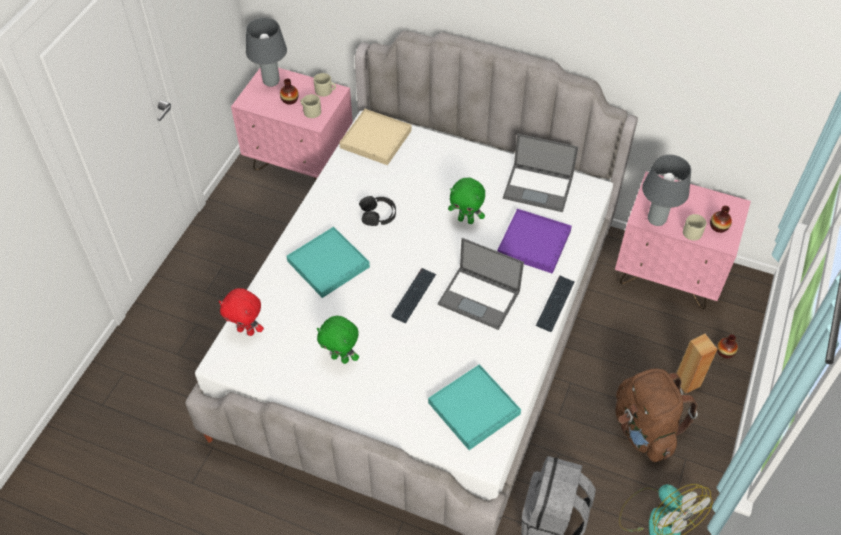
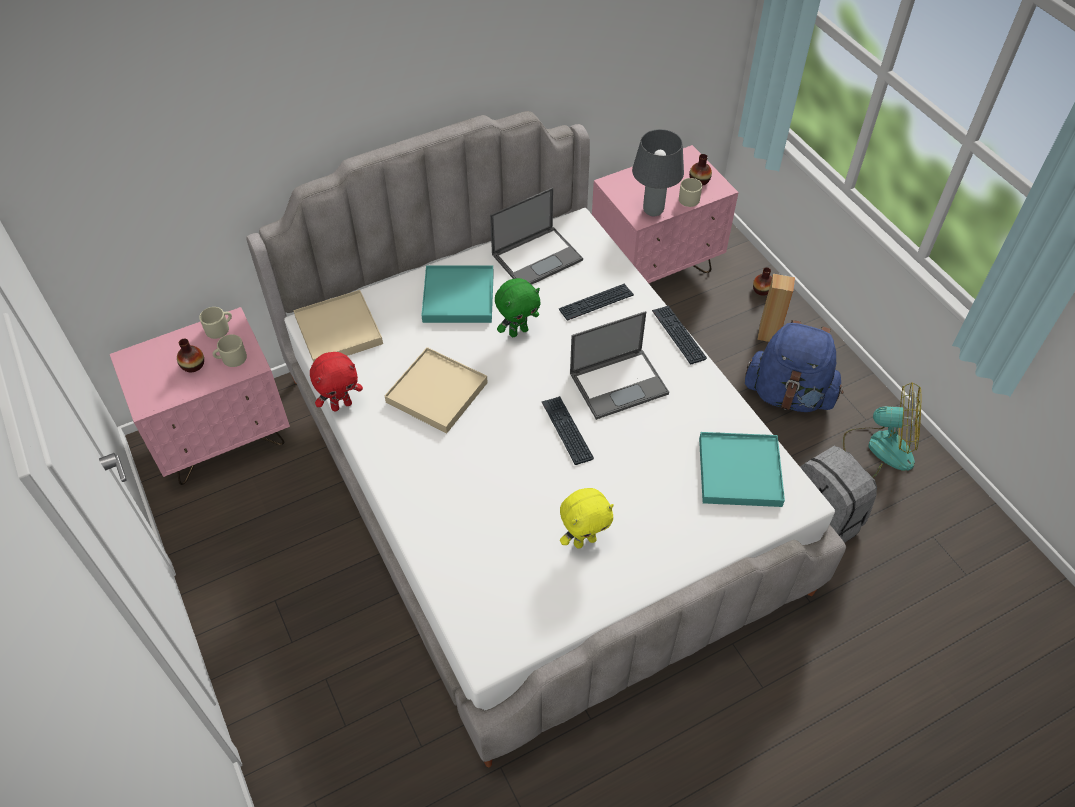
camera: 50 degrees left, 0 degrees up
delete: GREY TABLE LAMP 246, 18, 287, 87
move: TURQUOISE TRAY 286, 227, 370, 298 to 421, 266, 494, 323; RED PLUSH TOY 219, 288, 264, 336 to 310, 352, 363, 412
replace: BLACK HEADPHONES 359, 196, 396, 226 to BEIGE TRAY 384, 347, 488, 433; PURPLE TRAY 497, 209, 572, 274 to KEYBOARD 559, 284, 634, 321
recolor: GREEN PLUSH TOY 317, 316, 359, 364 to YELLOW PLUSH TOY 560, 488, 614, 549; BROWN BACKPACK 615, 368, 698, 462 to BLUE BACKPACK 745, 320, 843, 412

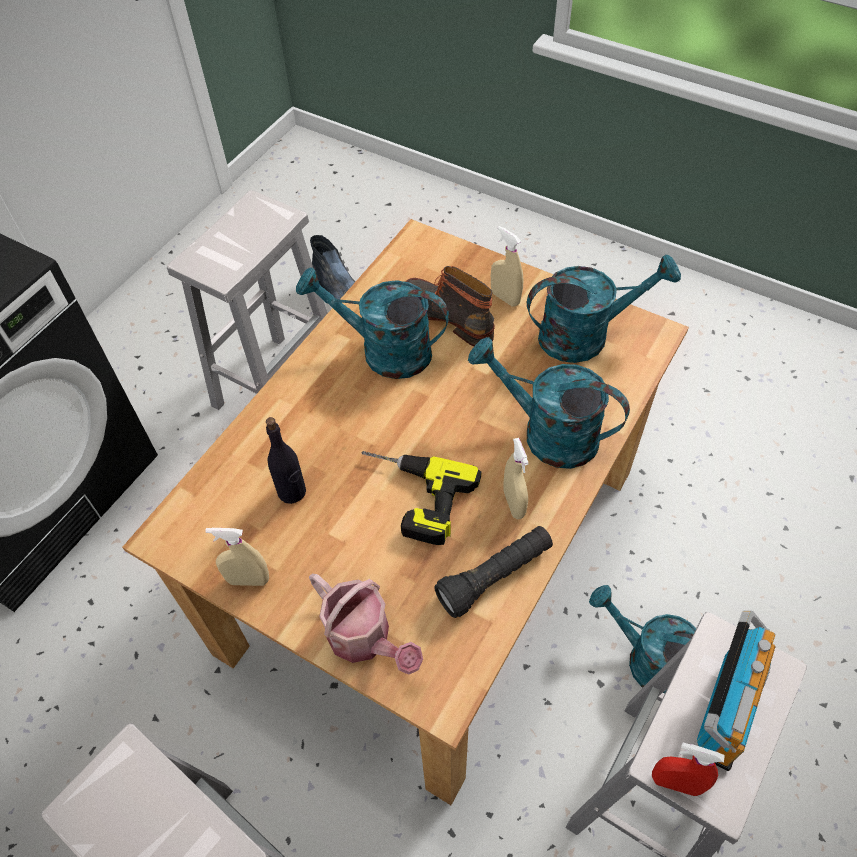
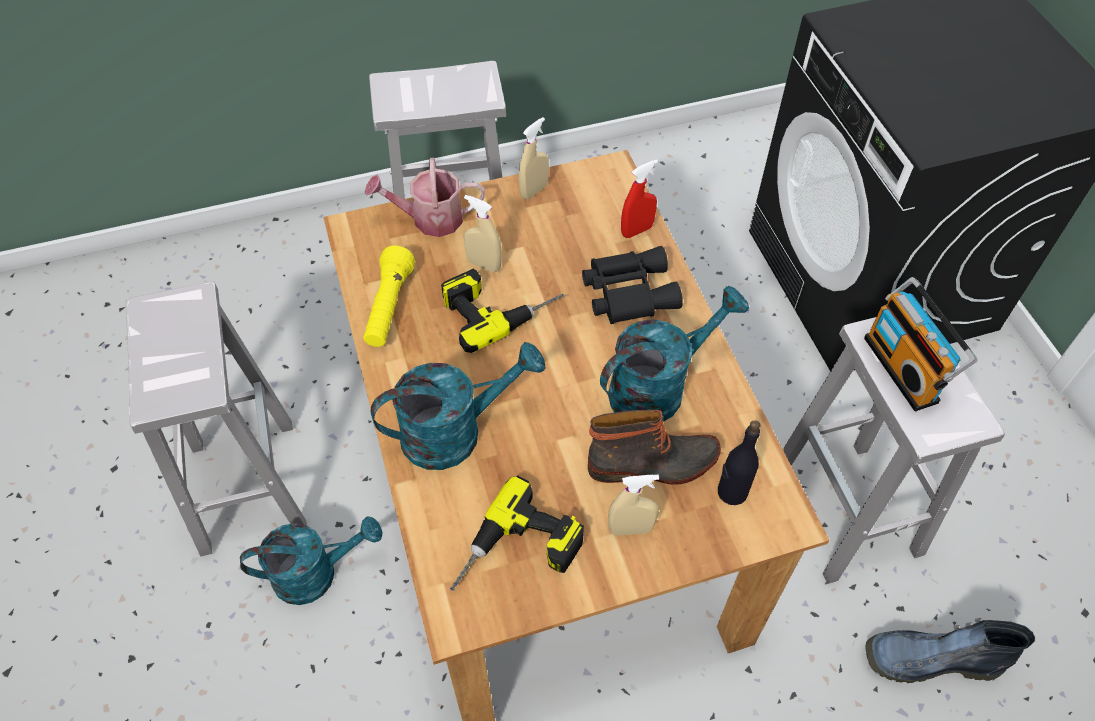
camera: 130 degrees right, 0 degrees up
insert: BLACK BINOCULARS 582, 246, 683, 324
move: BLACK BOTTLE 266, 417, 306, 504 to 718, 420, 760, 505; BEIGE SPRAY BOTTLE 503, 438, 529, 519 to 464, 195, 502, 272; RADIO 697, 610, 776, 771 to 864, 277, 977, 412; RED SPRAY BOTTLE 652, 743, 725, 796 to 621, 159, 658, 238
replace: TURQUOISE WATERING CAN 527, 255, 681, 363 to POWER DRILL 450, 475, 584, 591
recolor: BLACK FLASHLIGHT 434, 526, 553, 618 to YELLOW FLASHLIGHT 363, 246, 415, 347

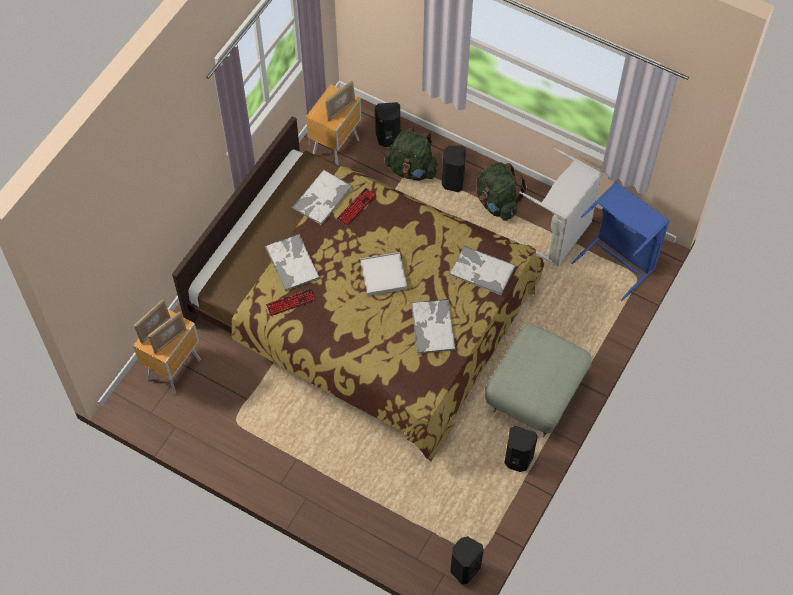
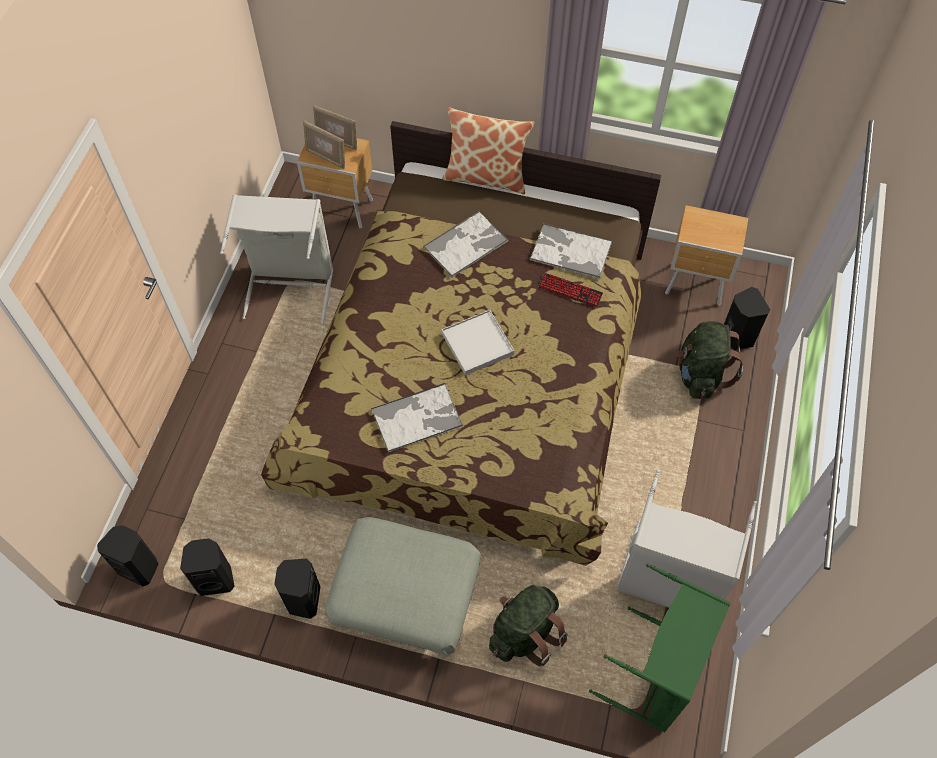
camera: 75 degrees right, 0 degrees up
delete: PICTURE FRAME 325, 81, 355, 121; TRAY 449, 246, 516, 296; KEYBOARD 266, 289, 316, 316
insert: PILLOW 442, 107, 535, 194; GREY LAUNDRY BASKET 220, 195, 333, 324
move: BLACK SPEAKER 442, 145, 466, 192 to 180, 538, 235, 596; GREEN BACKPACK 477, 162, 527, 221 to 489, 585, 568, 666
recolor: BLUE LAUNDRY BASKET 571, 182, 670, 301 to GREEN LAUNDRY BASKET 589, 563, 731, 733

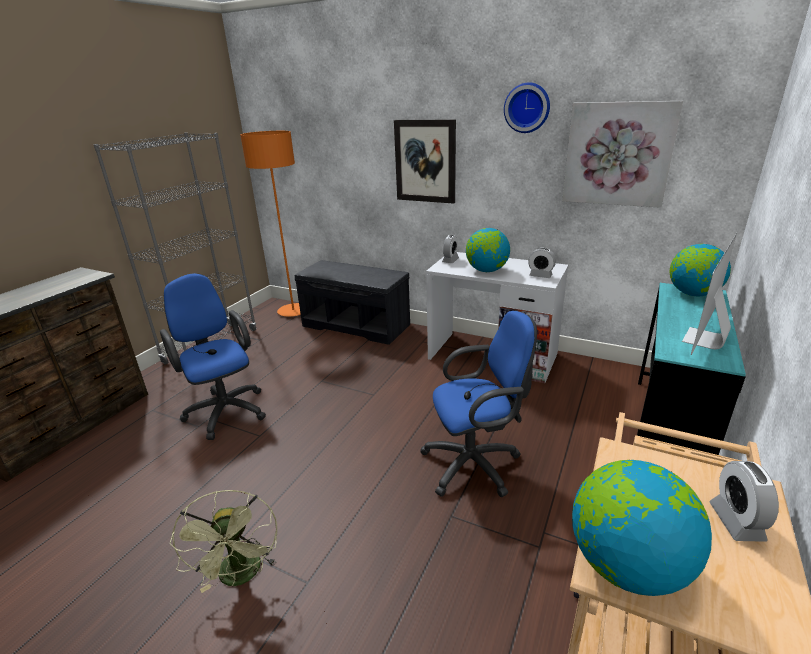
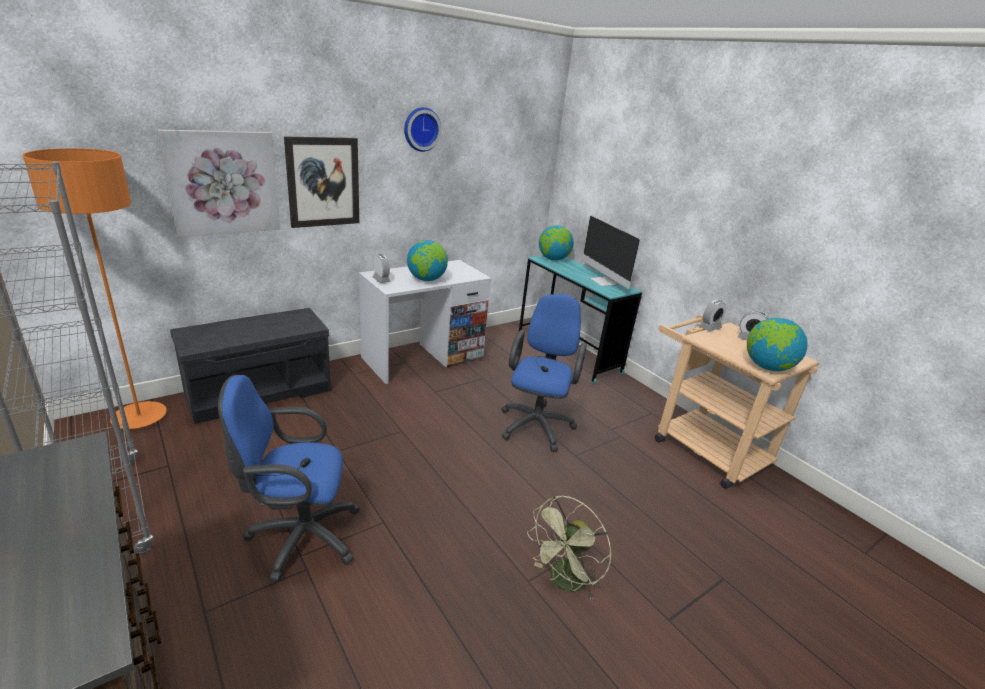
camera: 65 degrees left, 0 degrees up
move: PICTURE 562, 101, 683, 208 to 158, 130, 280, 237; ALARM CLOCK 528, 248, 556, 278 to 699, 300, 726, 331
rotate: GREEN FAN 170, 490, 277, 593 = 527, 496, 612, 600 120 degrees clockwise

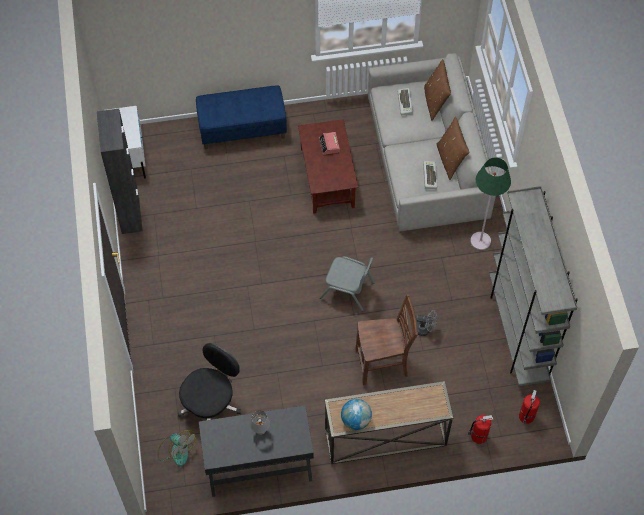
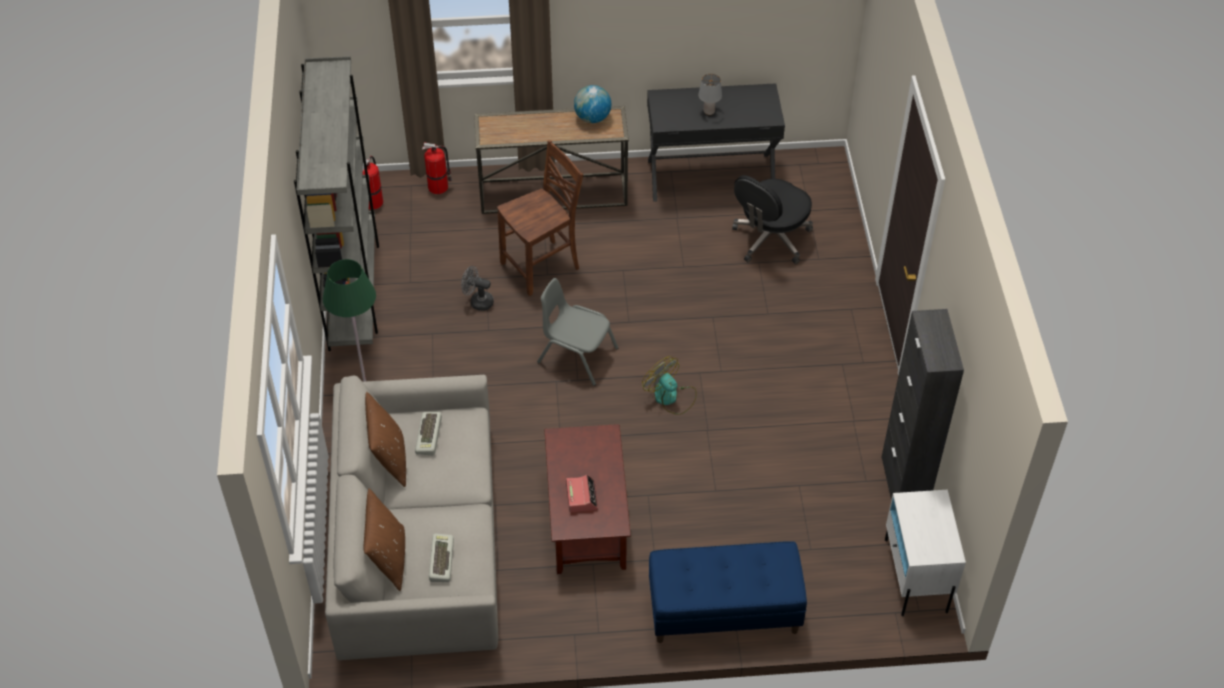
camera: 175 degrees left, 10 degrees down
move: FAN 158, 430, 196, 466 to 642, 356, 697, 415
rotate: BROWN CHAIR 356, 294, 418, 385 = 497, 140, 583, 296 150 degrees clockwise

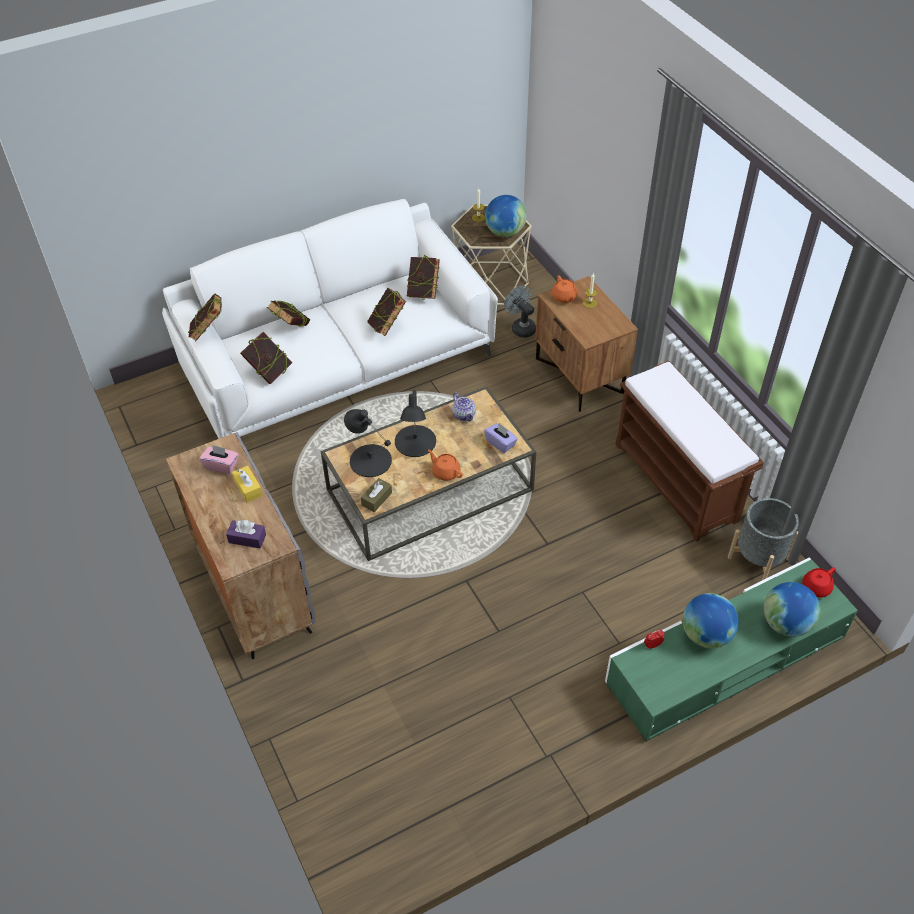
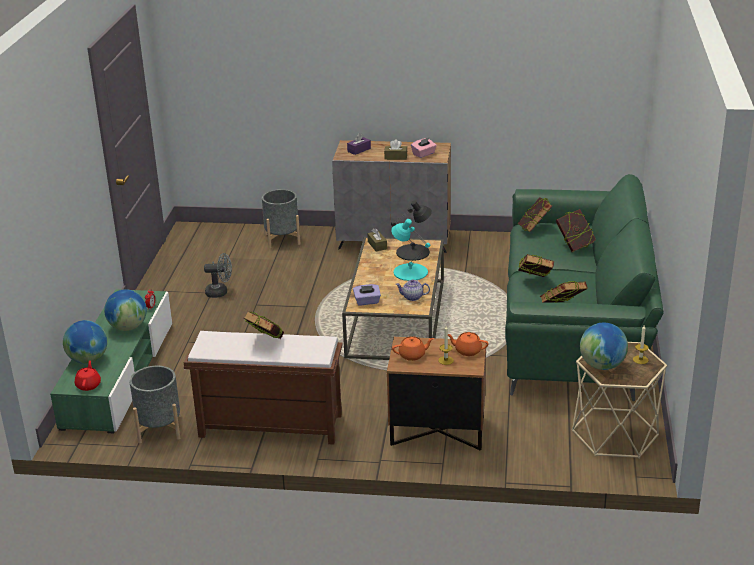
camera: 125 degrees right, 20 degrees down
insert: GREY PLANTER 262, 189, 300, 249
move: GREY FAN 504, 286, 536, 338 to 204, 253, 232, 298; BOOK 188, 293, 222, 342 to 244, 311, 284, 339; ORANGE TEAPOT 428, 449, 463, 481 to 392, 336, 434, 361
recolor: WHITE SOFA 162, 199, 498, 439 to GREEN SOFA 505, 174, 664, 401; BLACK TABLE LAMP 395, 390, 436, 457 to TURQUOISE TABLE LAMP 391, 219, 430, 281; YELLOW TISSUE BOX 232, 466, 263, 503 to BROWN TISSUE BOX 384, 139, 407, 160

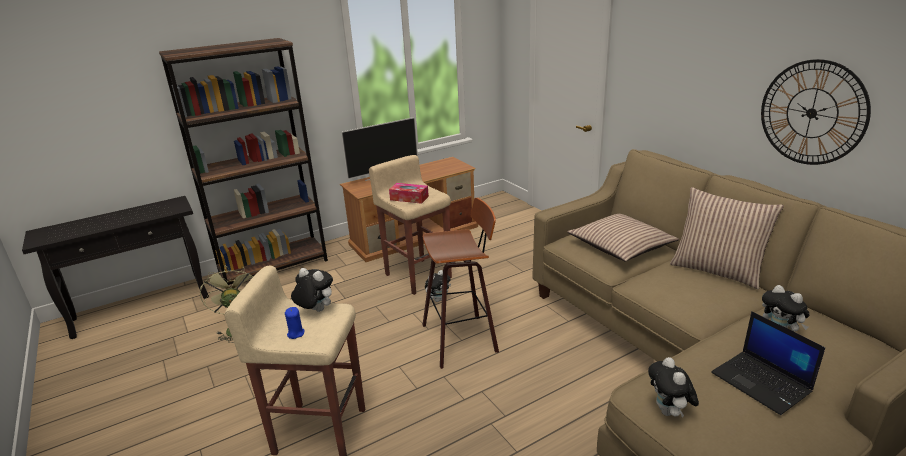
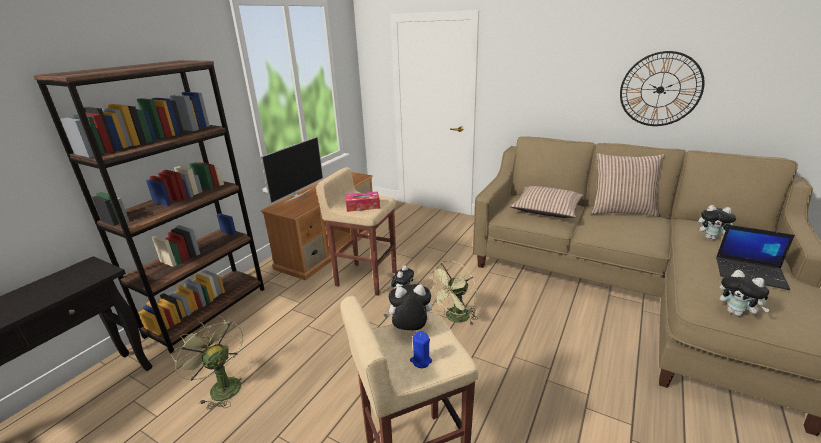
camera: 30 degrees left, 0 degrees up
replace: STOOL 423, 198, 499, 369 to GREEN FAN 427, 260, 478, 326

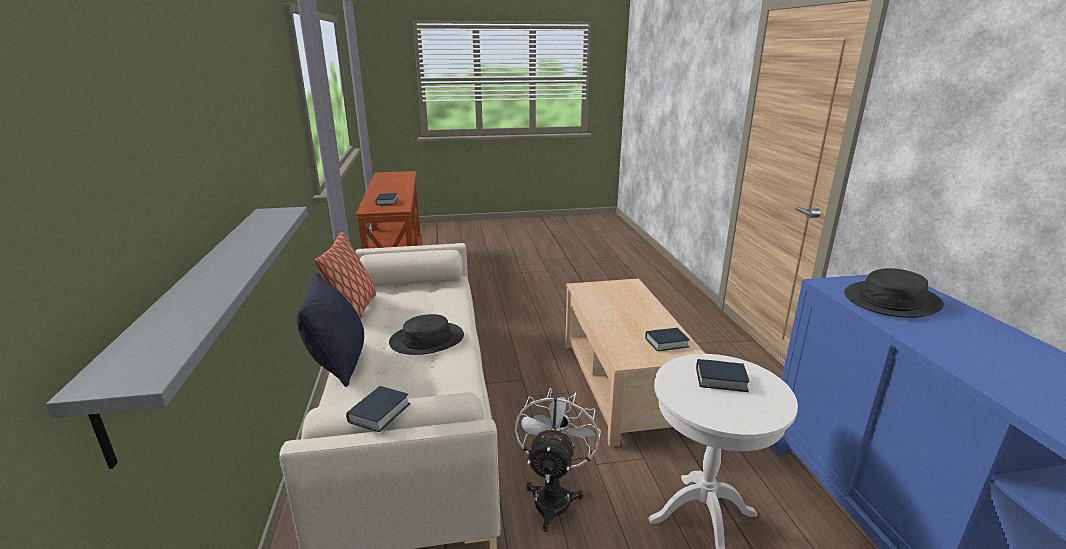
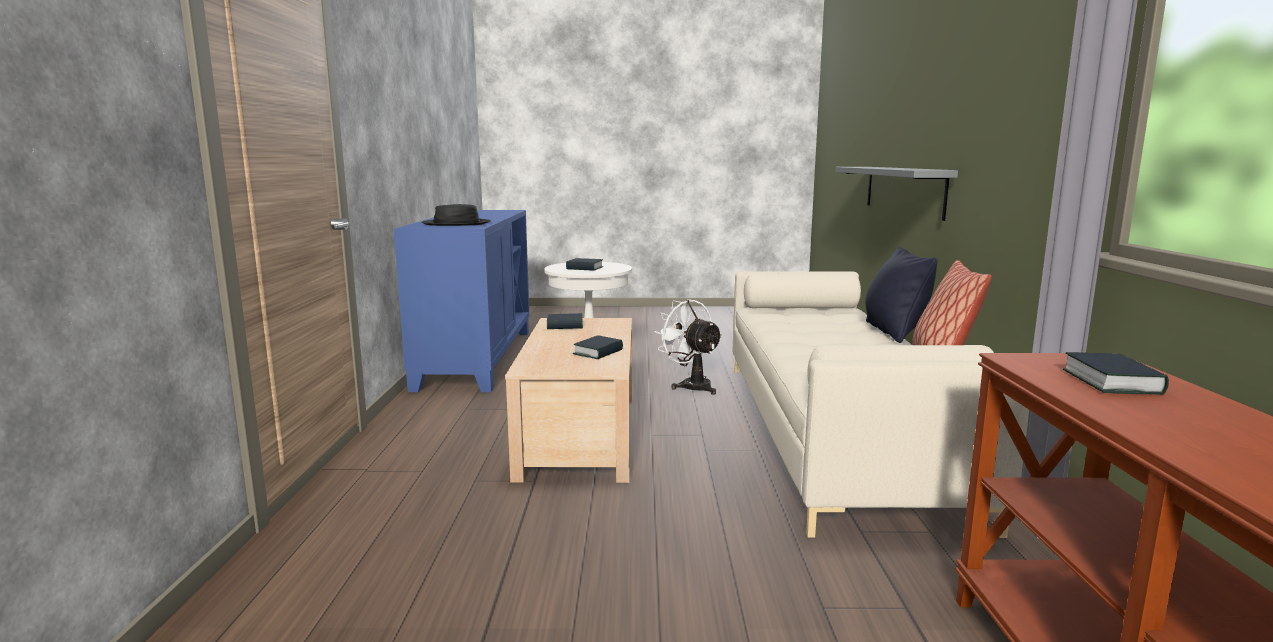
camera: 170 degrees left, 10 degrees down
delete: BLACK HAT 389, 314, 464, 355
move: BOOK 346, 386, 411, 432 to 573, 335, 623, 359
rotate: WHITE FAN 515, 388, 601, 532 = 654, 299, 723, 395 120 degrees clockwise

